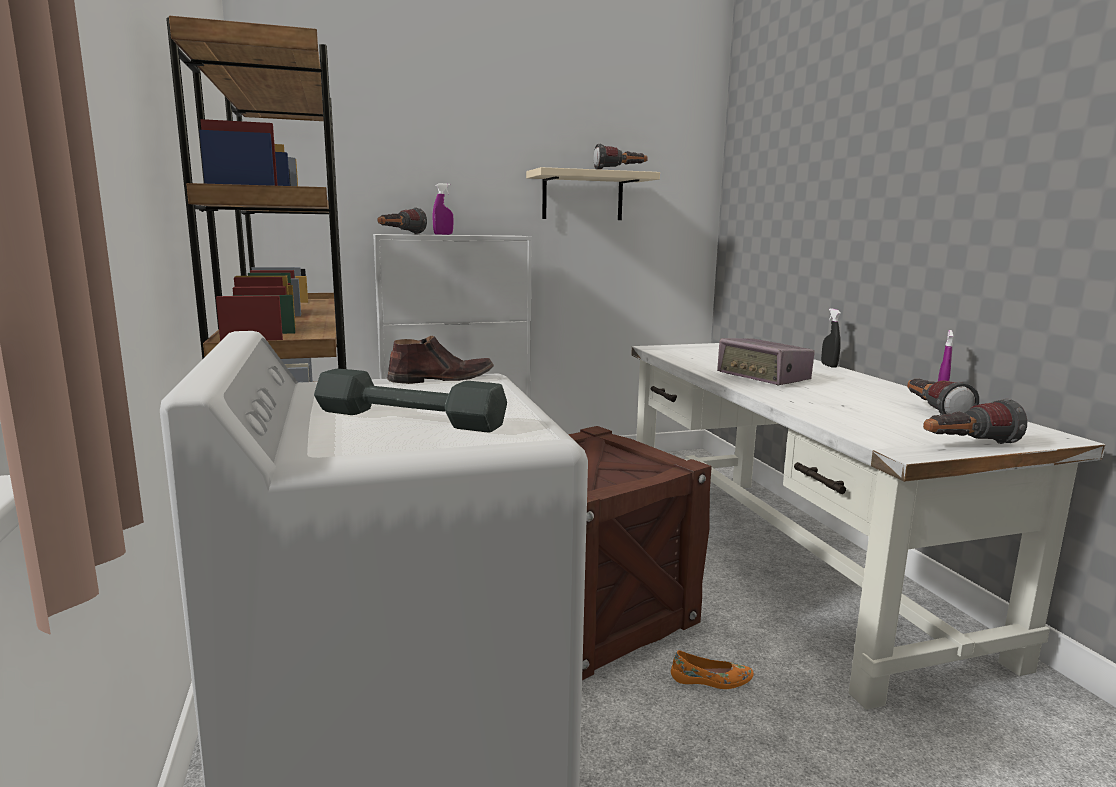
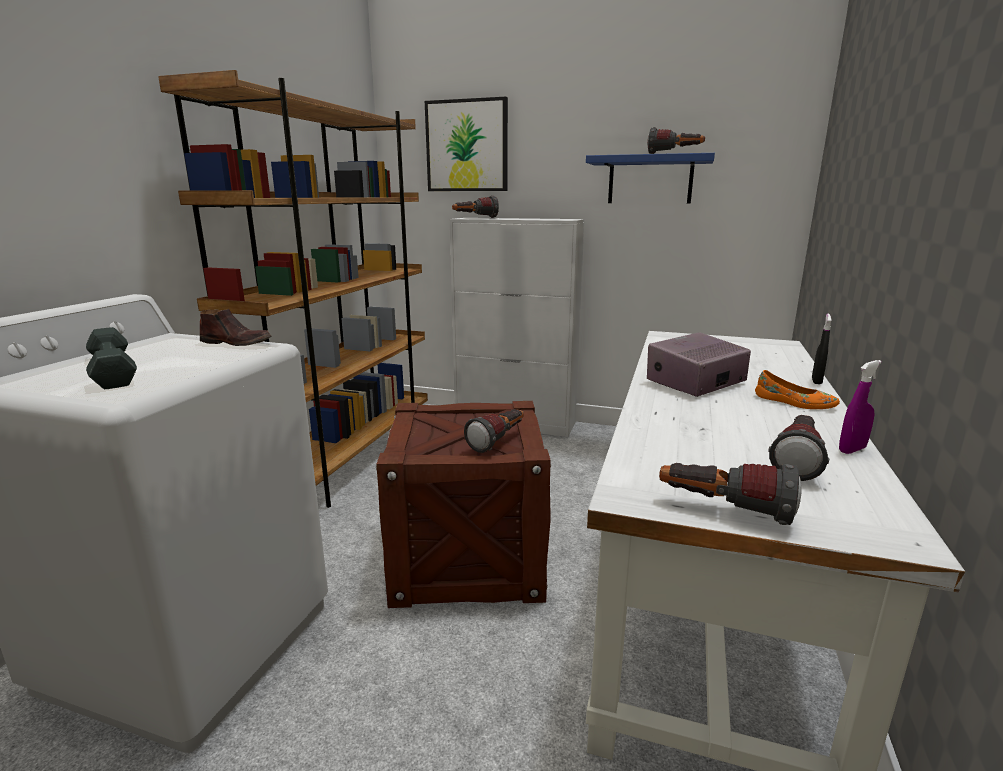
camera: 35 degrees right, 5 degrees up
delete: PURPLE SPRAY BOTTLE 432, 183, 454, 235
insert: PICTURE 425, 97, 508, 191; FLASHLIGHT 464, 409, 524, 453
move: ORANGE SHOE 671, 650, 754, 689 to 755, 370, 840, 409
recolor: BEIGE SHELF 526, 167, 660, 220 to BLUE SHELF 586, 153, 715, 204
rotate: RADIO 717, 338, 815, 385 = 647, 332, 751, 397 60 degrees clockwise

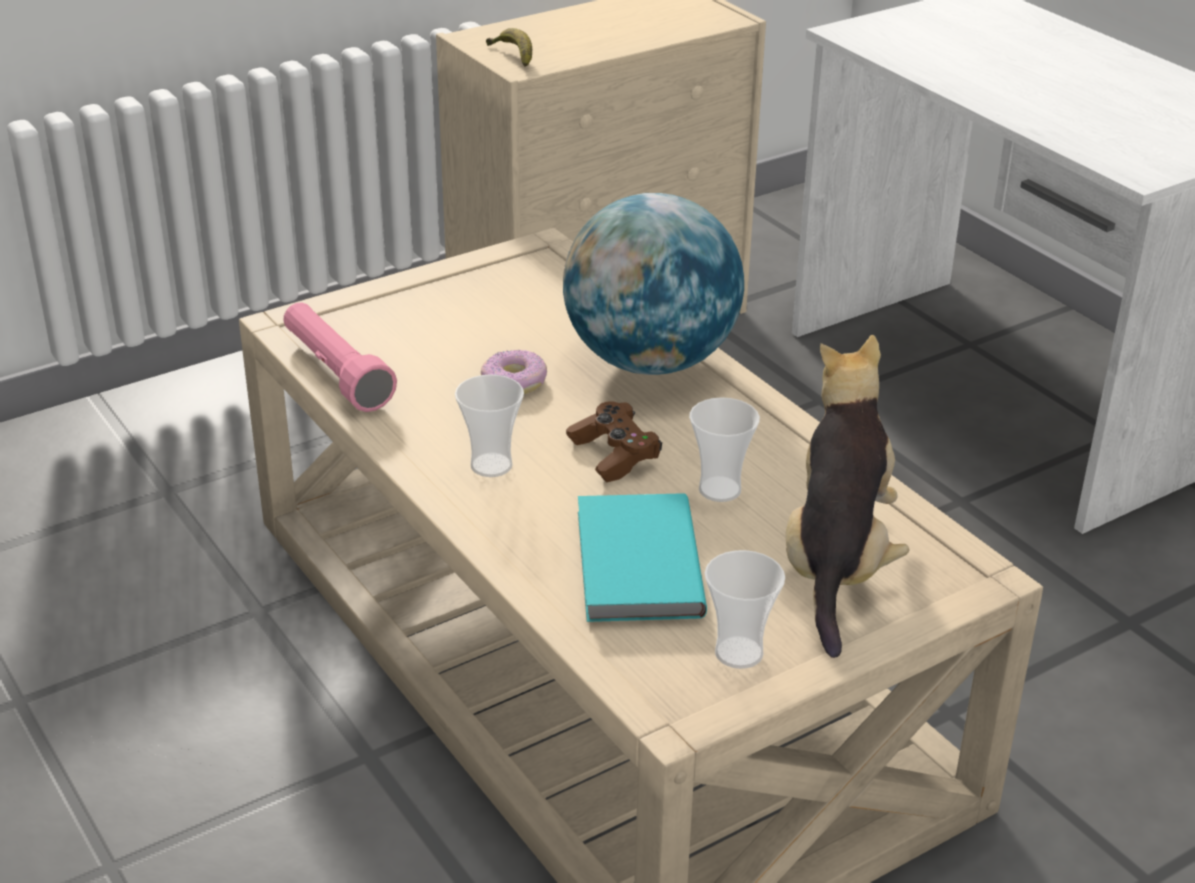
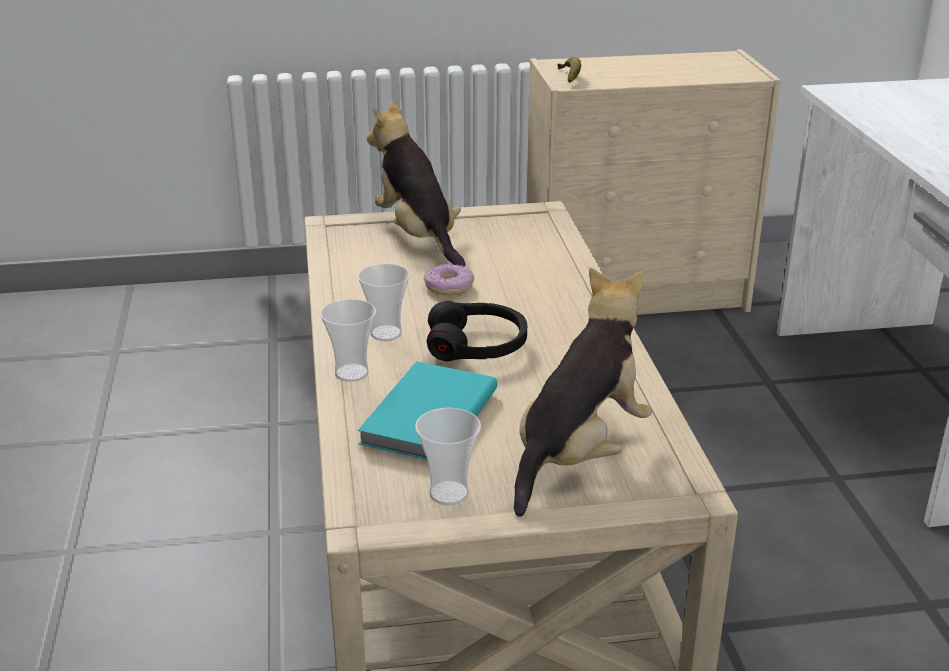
camera: 25 degrees right, 5 degrees down
delete: GLOBE 563, 193, 744, 375; PINK FLASHLIGHT 283, 302, 397, 412
insert: PLUSH TOY 367, 101, 465, 267
move: CUP 689, 397, 760, 502 to 320, 299, 376, 382
replace: BROWN GAME CONTROLLER 566, 401, 662, 483 to BLACK HEADPHONES 427, 301, 527, 362

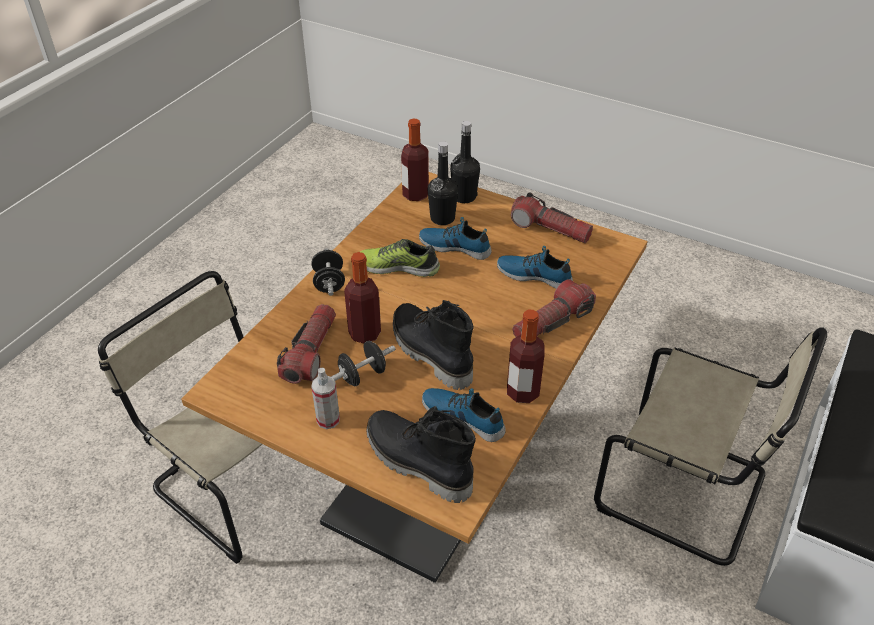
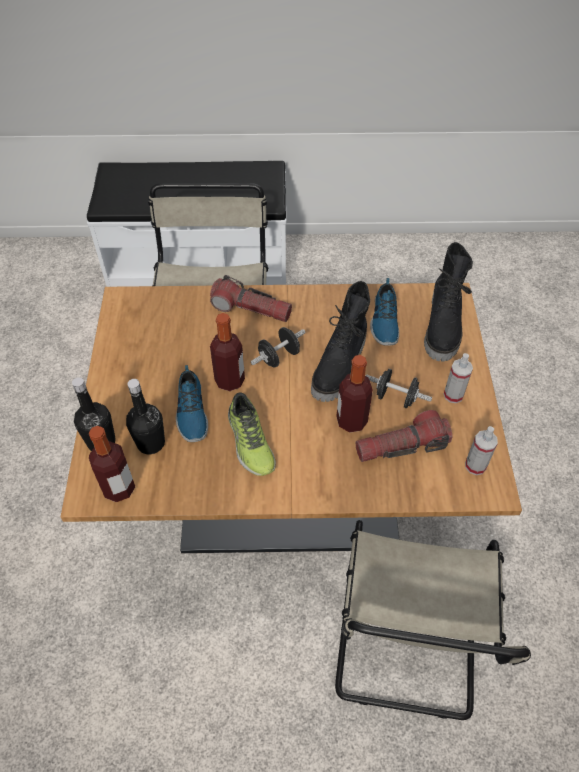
camera: 120 degrees left, 10 degrees up
delete: FLASHLIGHT 511, 192, 593, 243; SHOE 497, 246, 573, 289
insert: SPRAY BOTTLE 465, 426, 498, 475
move: BLACK DUMBBELL 311, 248, 345, 296 to 251, 327, 306, 368; BOTTLE 507, 310, 545, 403 to 210, 313, 245, 391

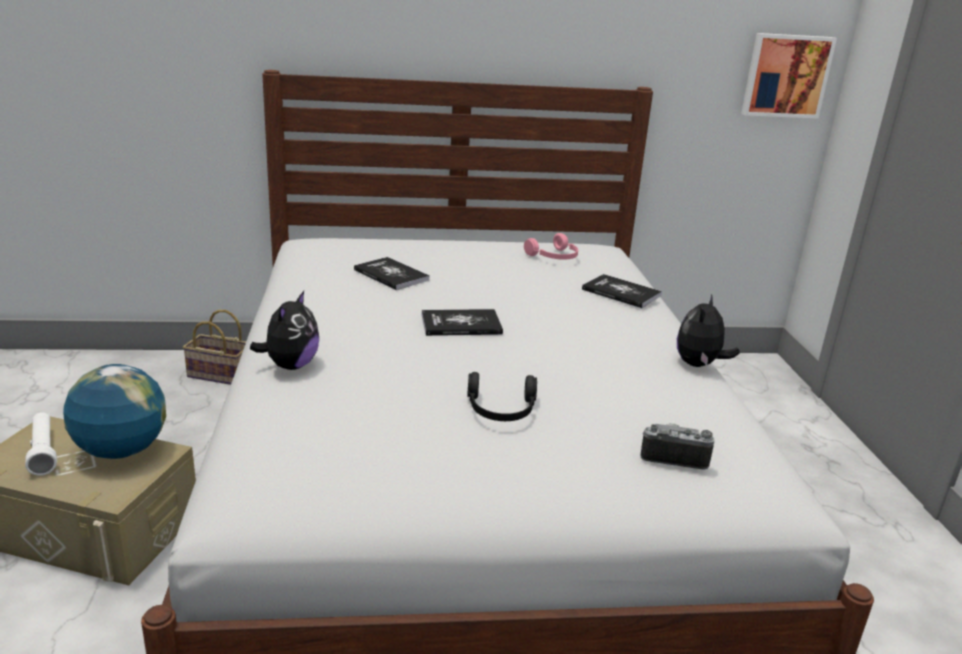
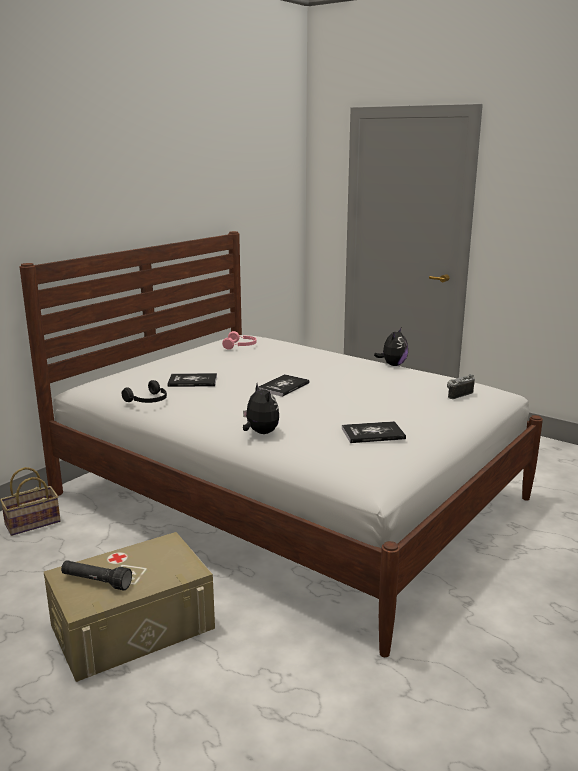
camera: 45 degrees left, 5 degrees down
delete: PICTURE 741, 33, 837, 119; GLOBE 63, 364, 166, 459
move: BOOK 582, 274, 662, 308 to 342, 421, 406, 443; BLACK HEADPHONES 467, 372, 537, 421 to 122, 380, 167, 403
recolor: WHITE FLASHLIGHT 25, 412, 57, 476 to BLACK FLASHLIGHT 61, 560, 132, 591
rotate: PLUSH TOY 677, 294, 739, 367 = 374, 328, 408, 366 135 degrees counterclockwise

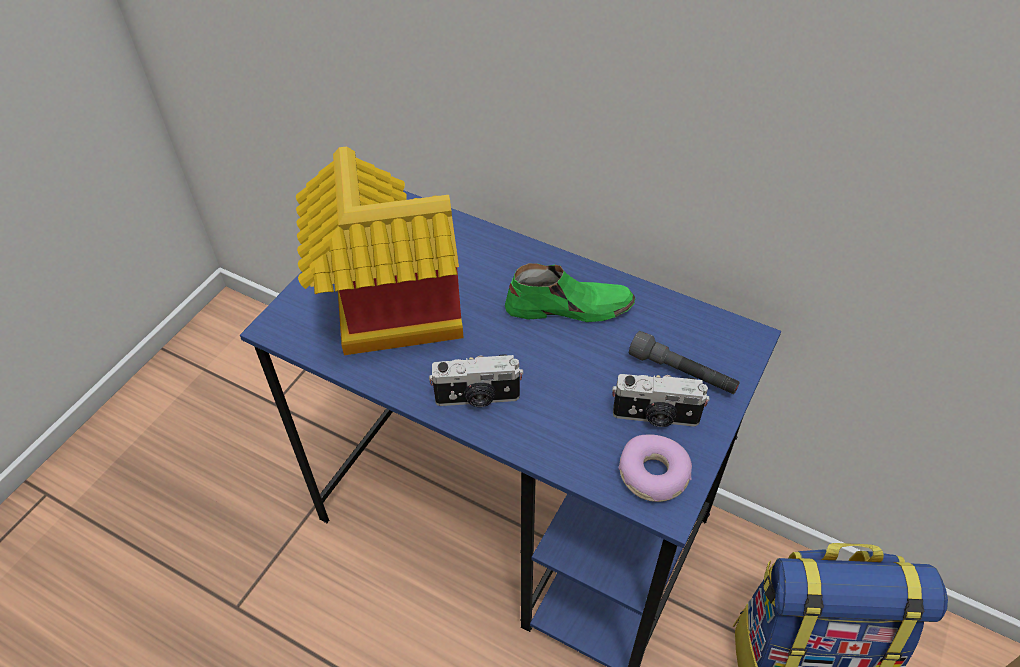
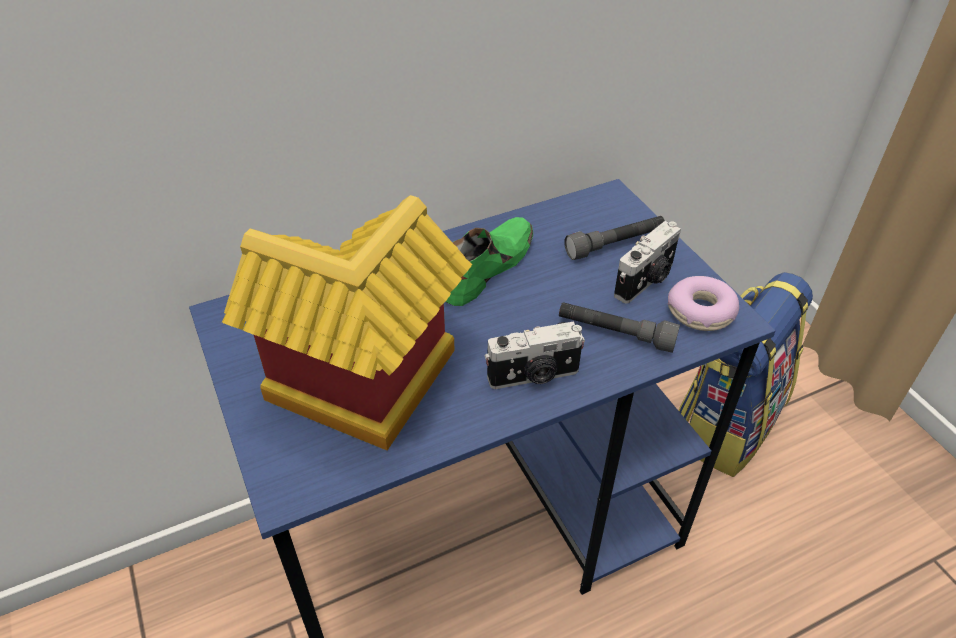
camera: 55 degrees left, 5 degrees down
insert: GREY FLASHLIGHT 559, 302, 680, 353
rotate: PHOTO CAMERA 429, 354, 523, 407 = 485, 321, 585, 389 45 degrees clockwise

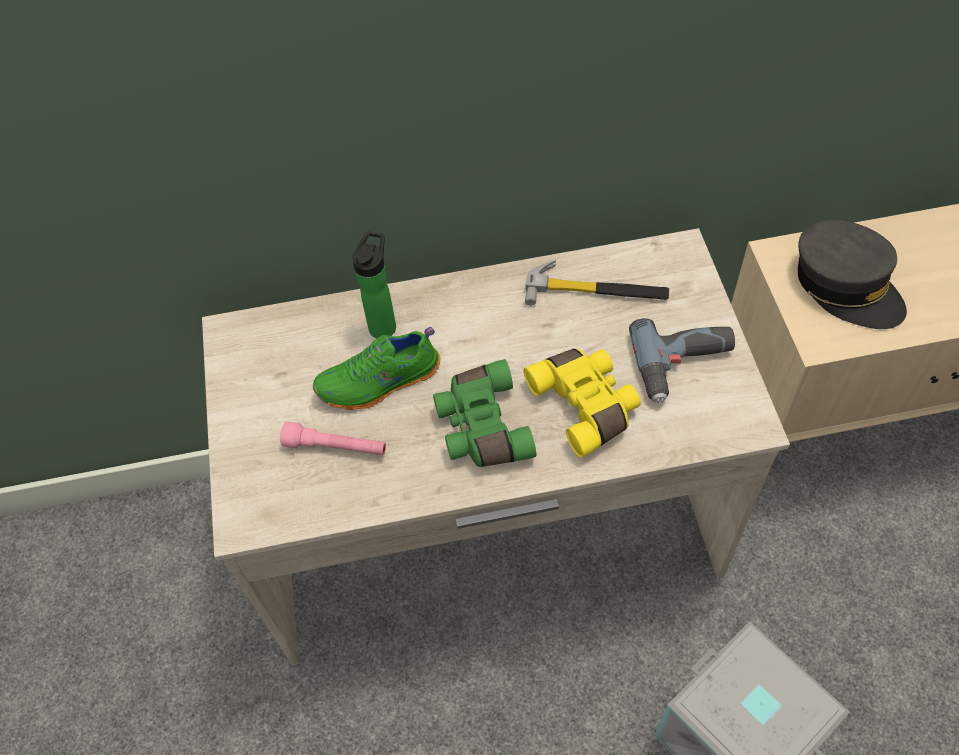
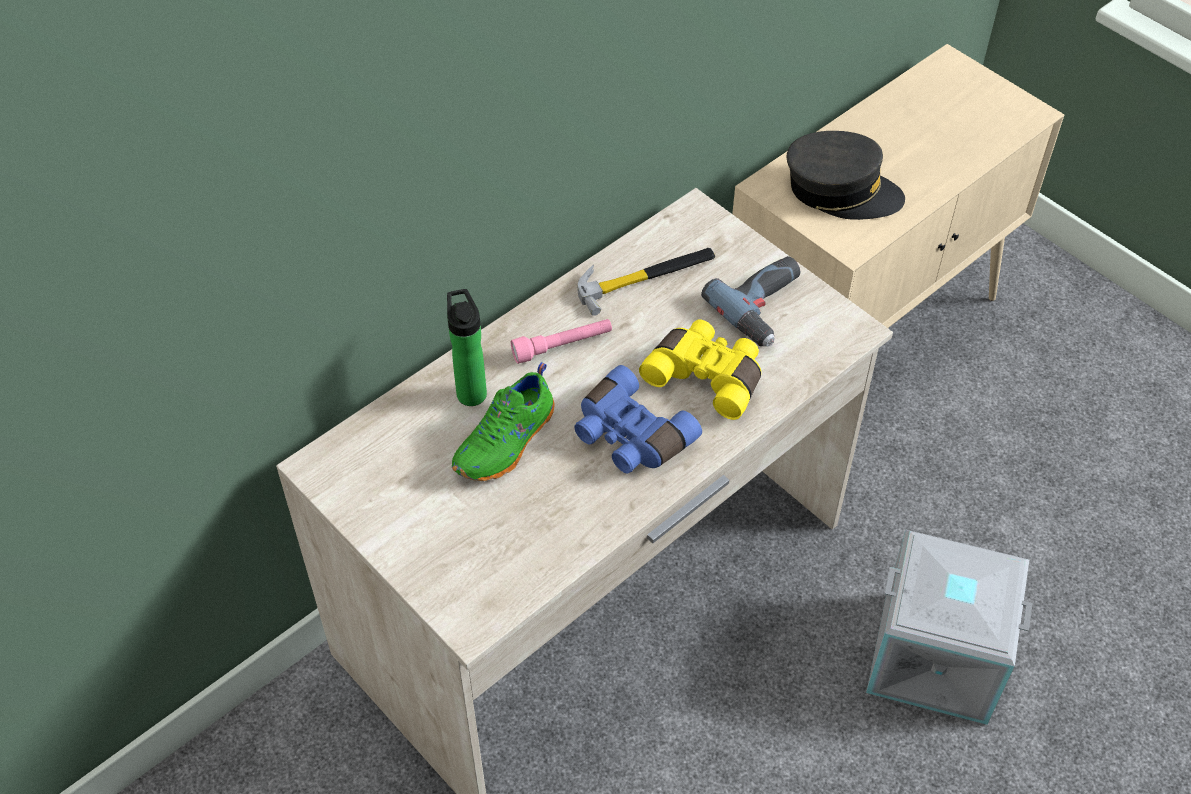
camera: 35 degrees left, 5 degrees down
move: PINK FLASHLIGHT 280, 422, 386, 455 to 511, 319, 612, 364
recolor: GREEN BINOCULARS 433, 359, 536, 467 to BLUE BINOCULARS 574, 365, 702, 473

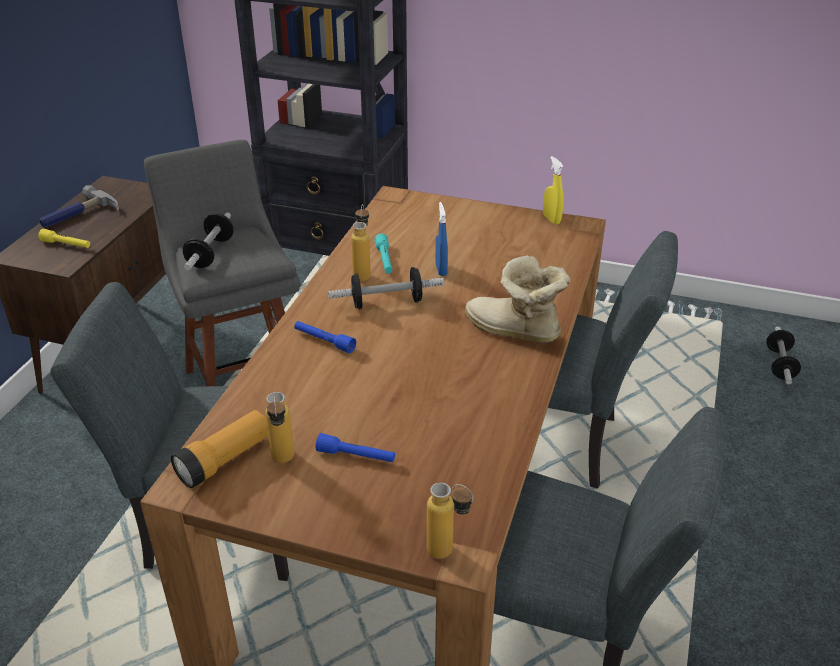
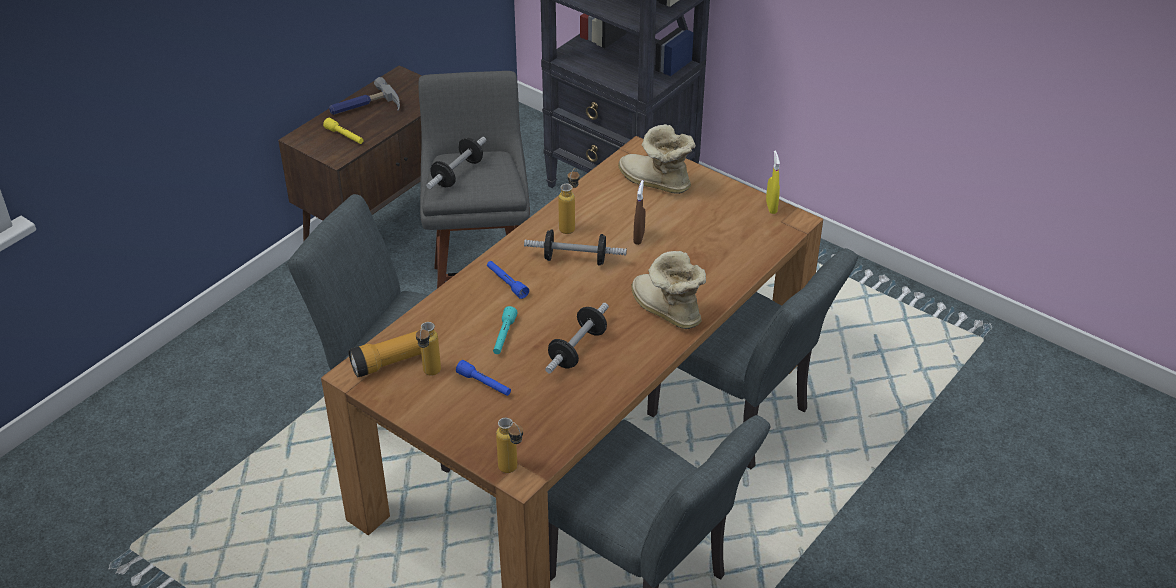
camera: 20 degrees right, 5 degrees up
insert: BOOT 618, 124, 696, 194
move: TURQUOISE FLASHLIGHT 374, 234, 392, 274 to 493, 306, 518, 354; DUMBBELL 766, 327, 801, 384 to 545, 303, 609, 374
recolor: BLUE SPRAY BOTTLE 435, 202, 448, 276 to BROWN SPRAY BOTTLE 633, 180, 645, 245

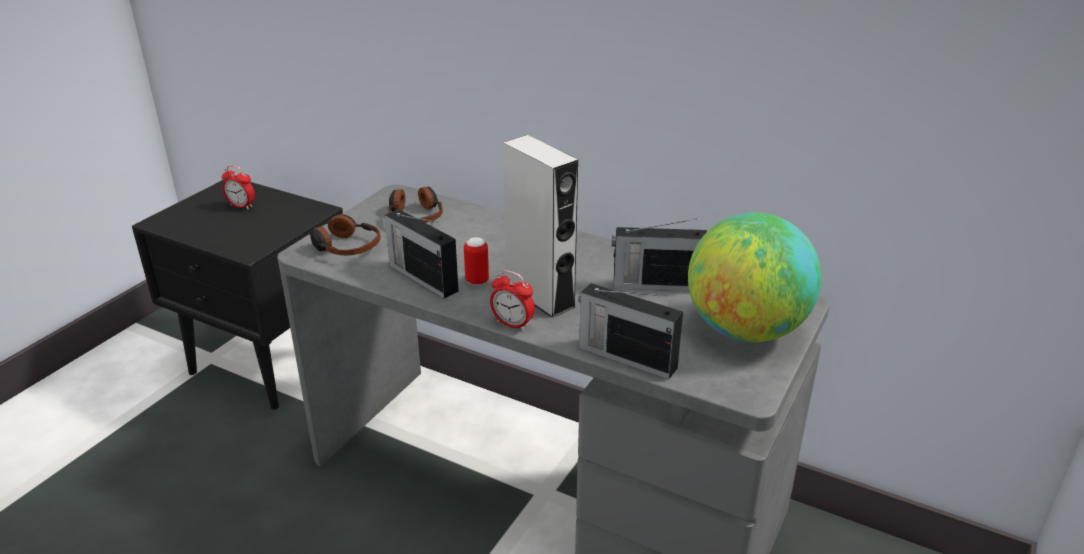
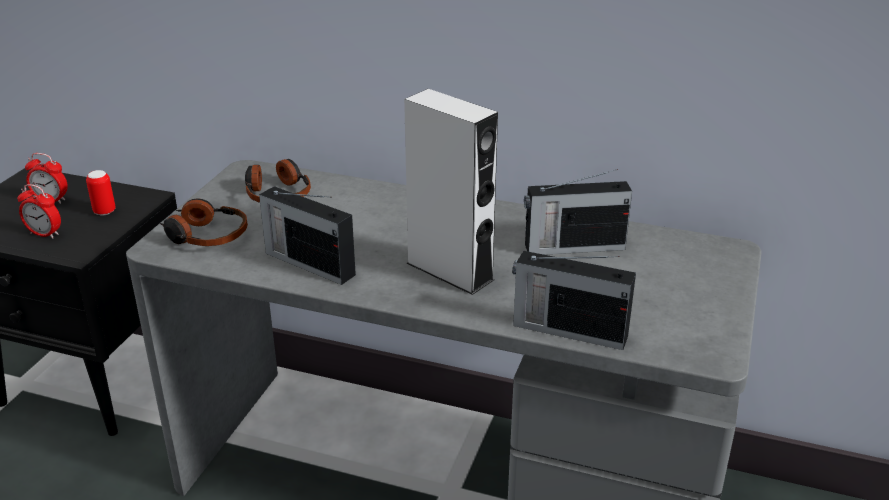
camera: 10 degrees left, 0 degrees up
delete: GLOBE 688, 212, 821, 342
move: CAN 464, 237, 489, 285 to 86, 170, 116, 215; ALARM CLOCK 490, 270, 535, 331 to 17, 184, 61, 239

